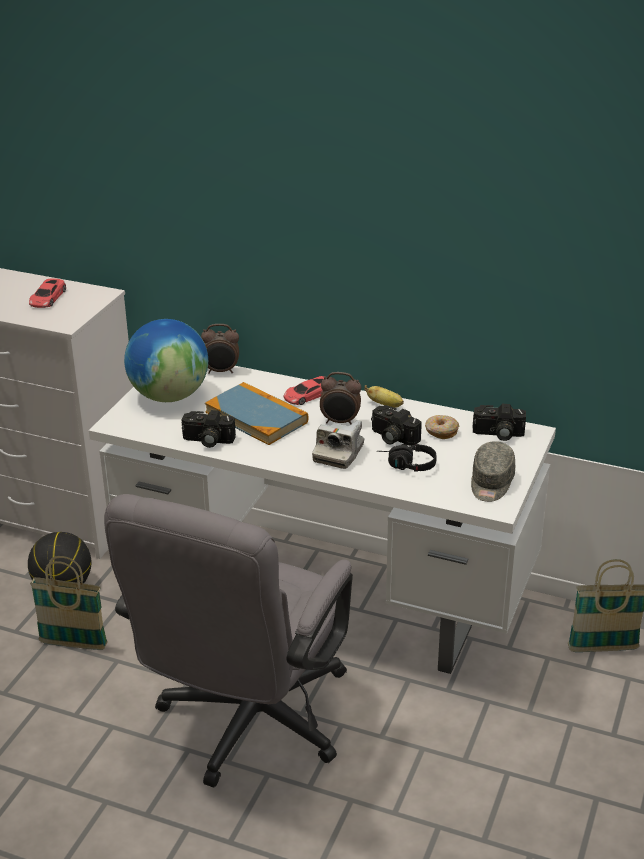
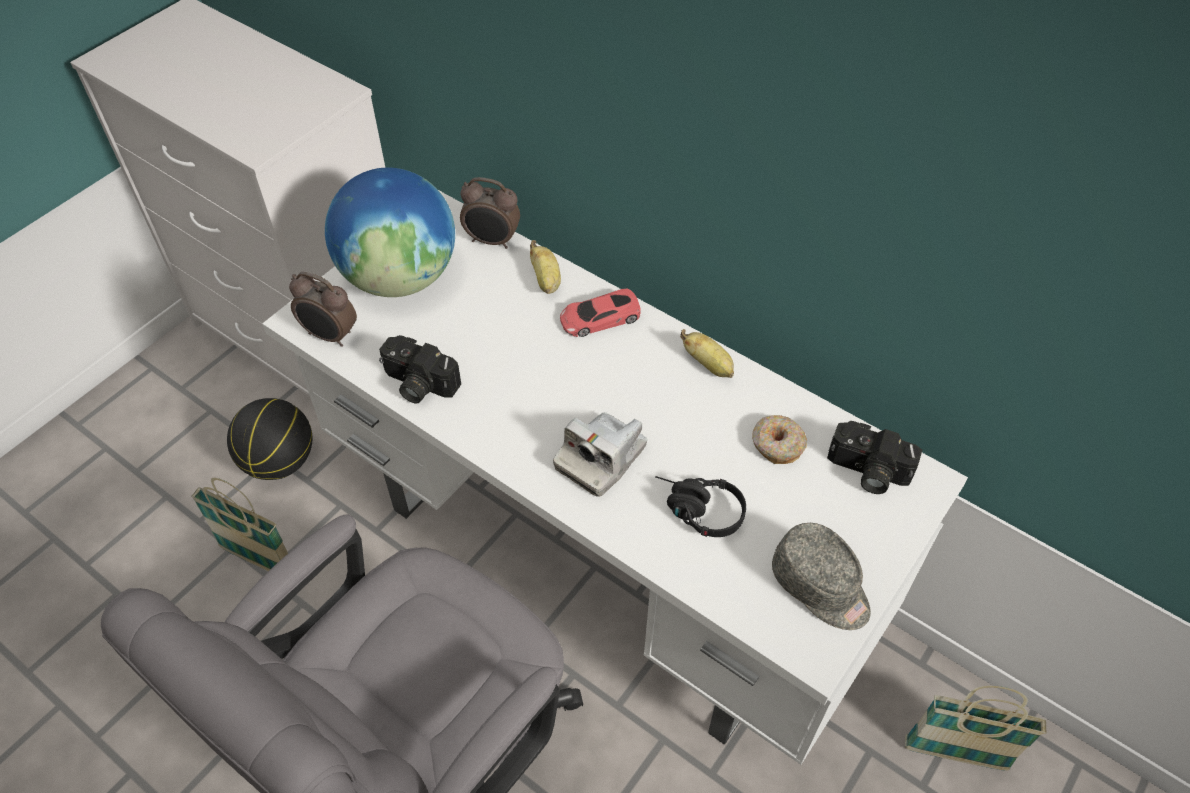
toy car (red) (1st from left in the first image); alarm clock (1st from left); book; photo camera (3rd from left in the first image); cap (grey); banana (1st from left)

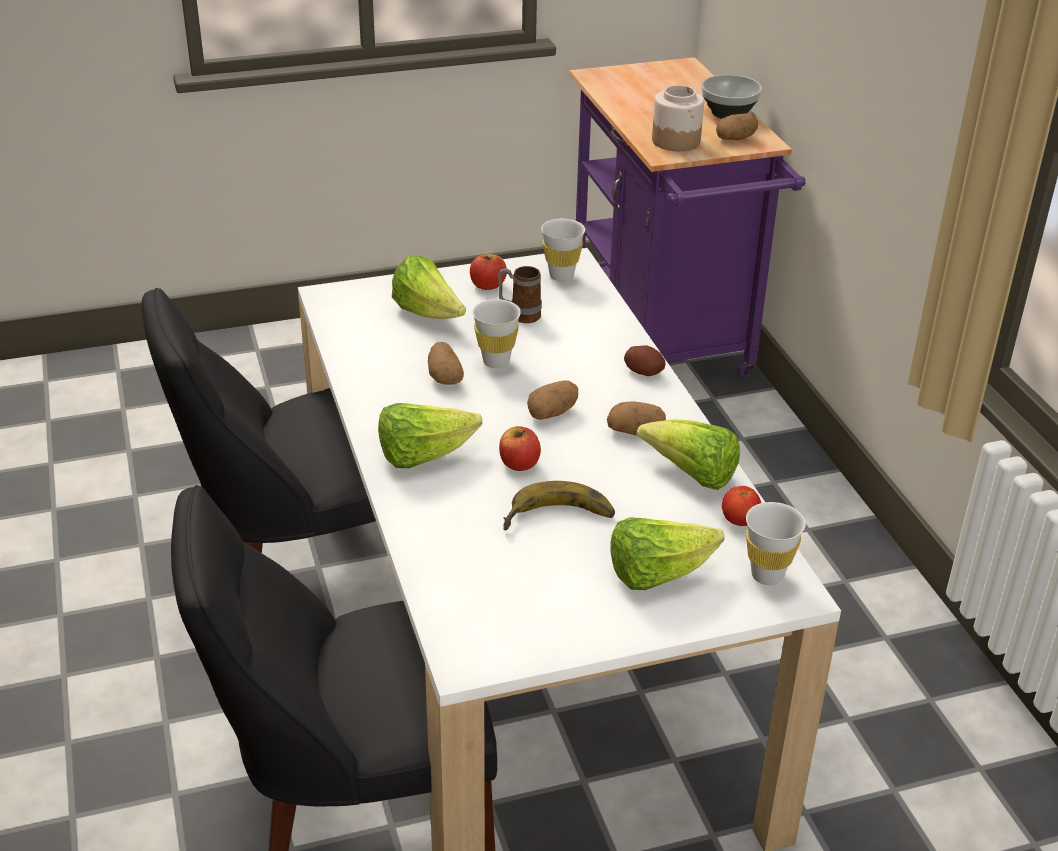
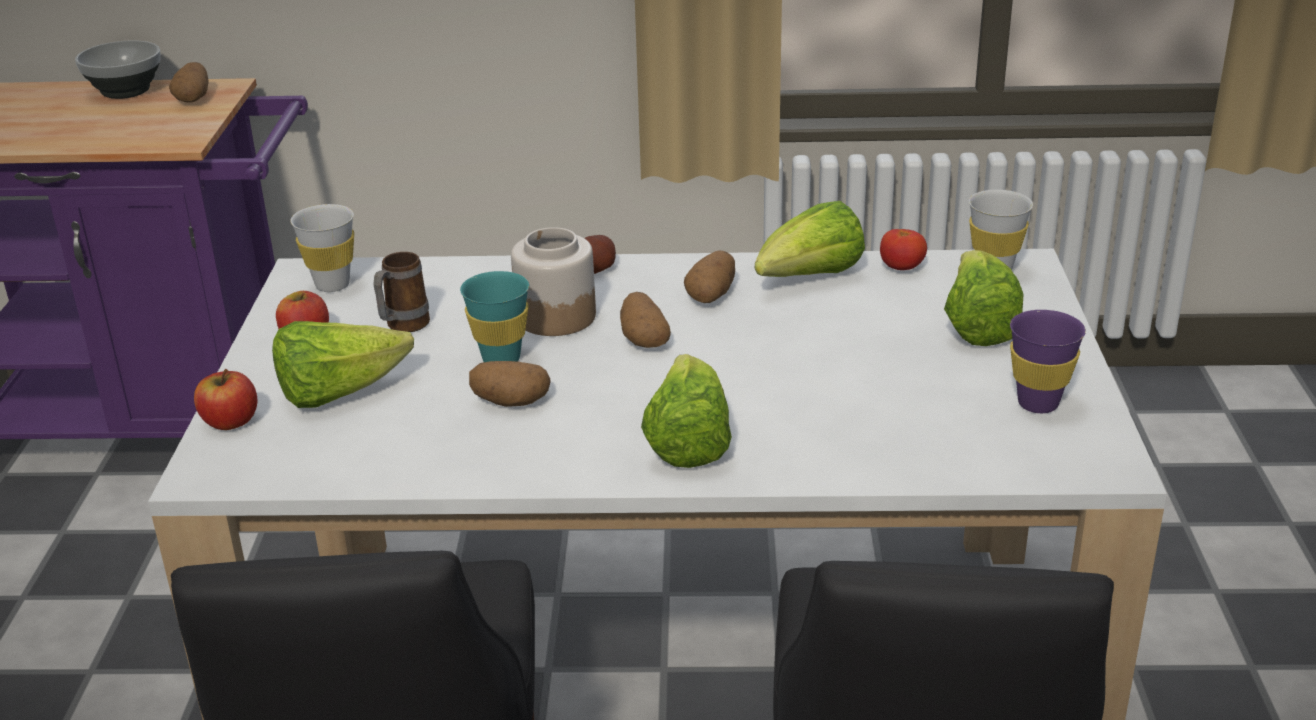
jar; cup (turquoise); apple (1st from left); banana; cup (purple)

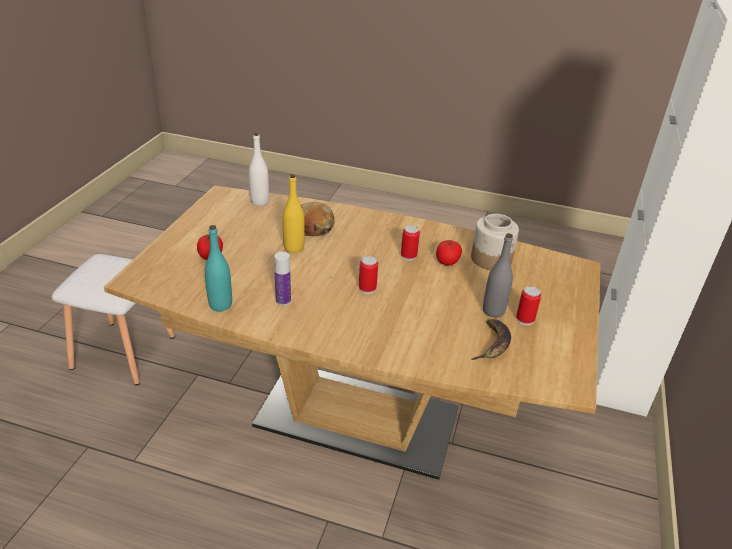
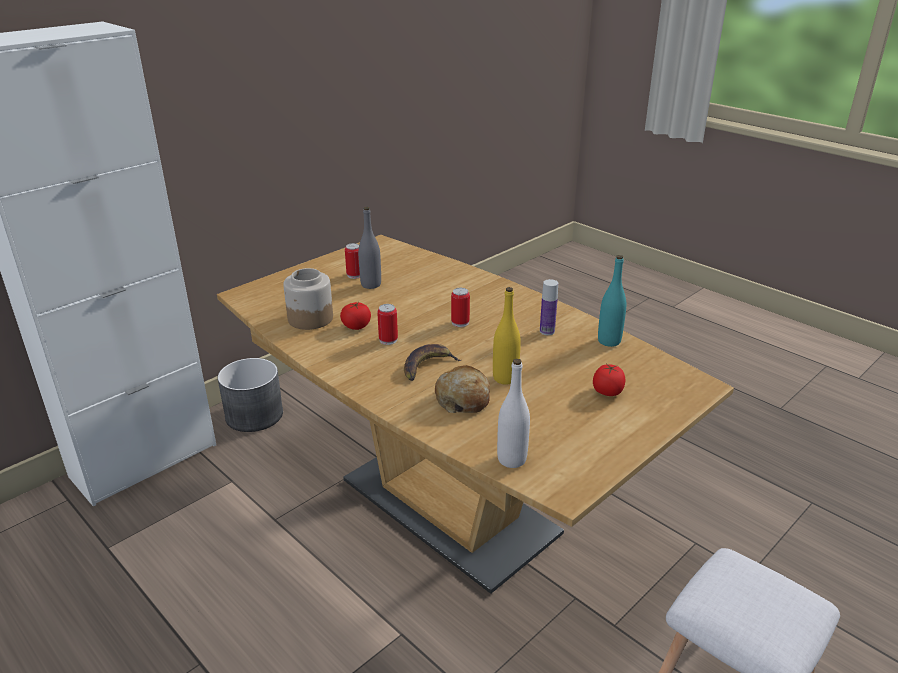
banana; planter (grey)

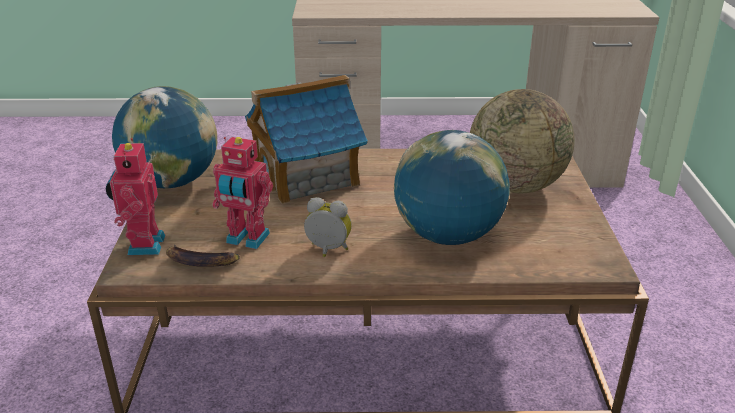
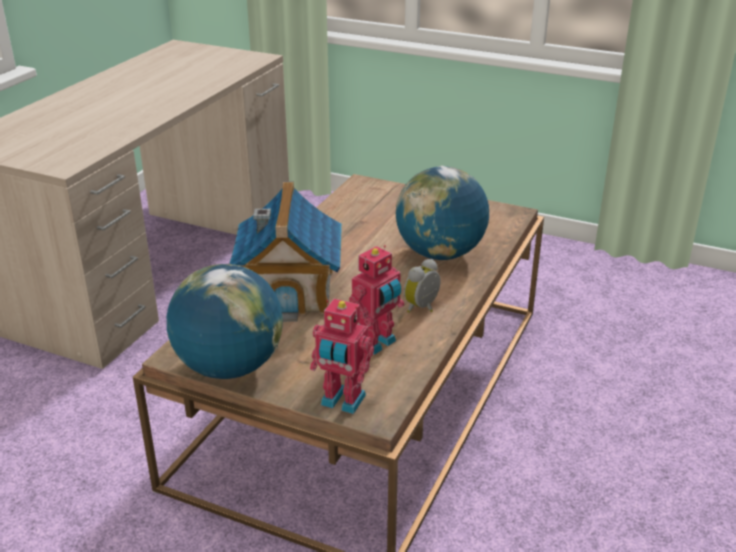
globe (3rd from left in the first image); banana

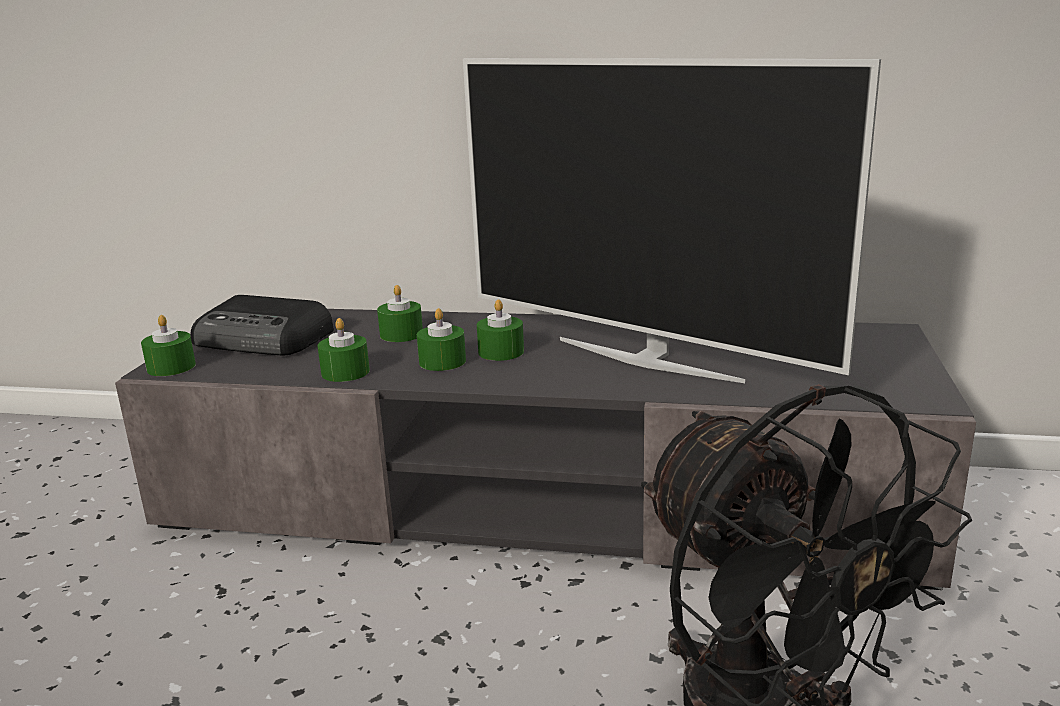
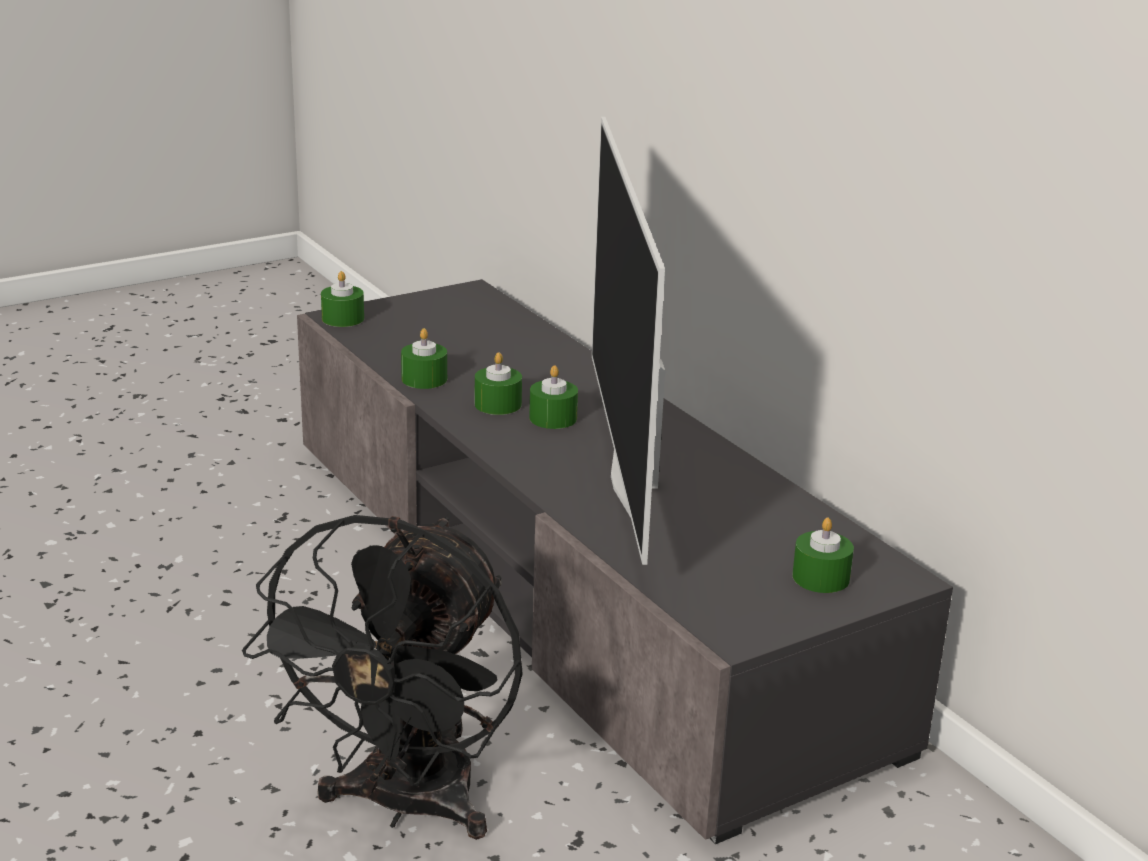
candle (green) (5th from left); radio

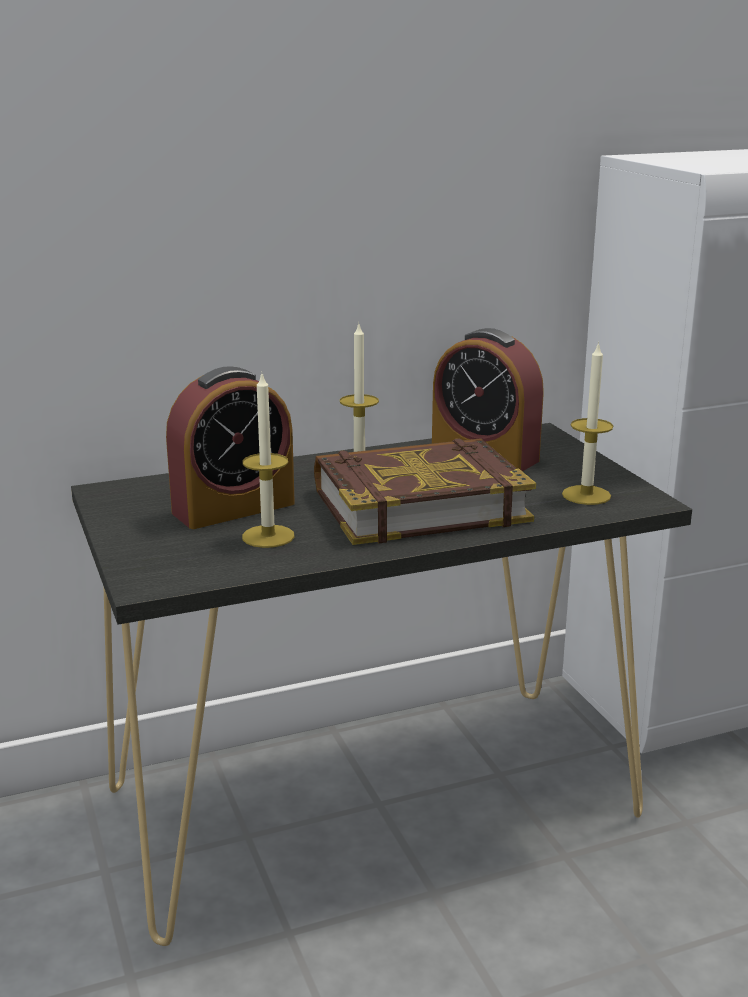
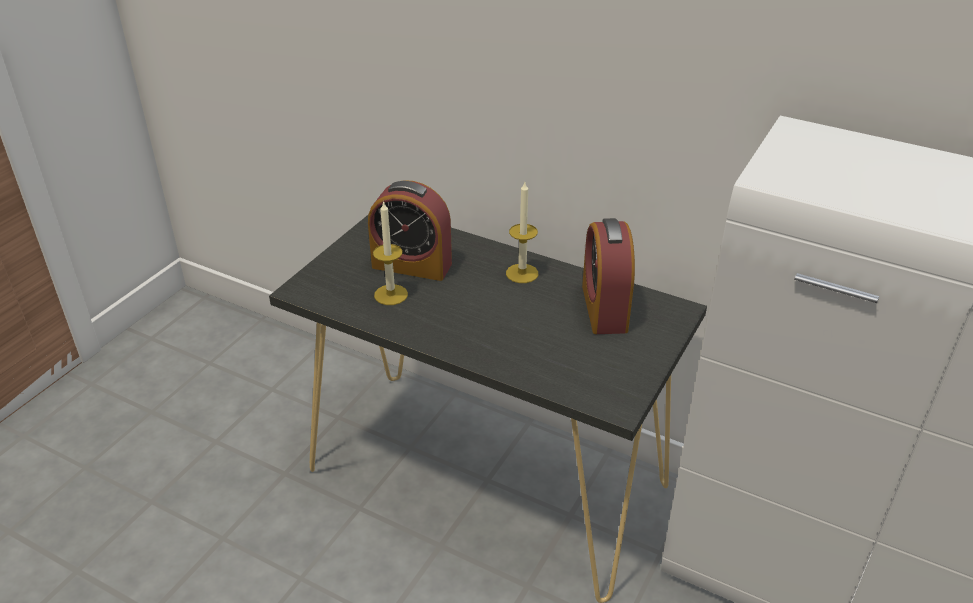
candle (3rd from left in the first image); book

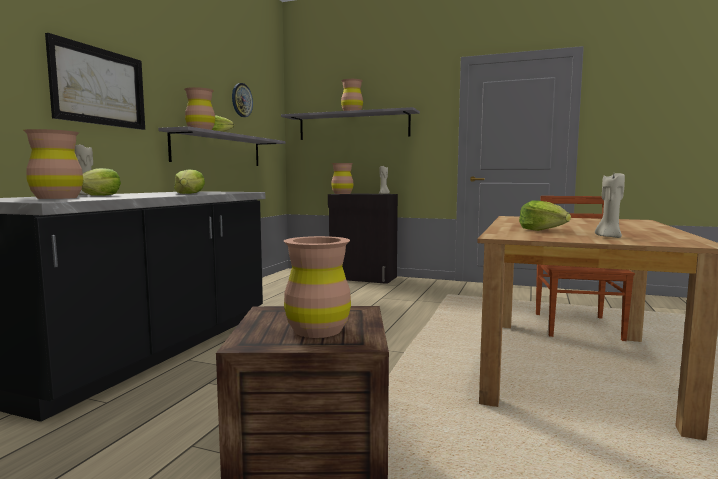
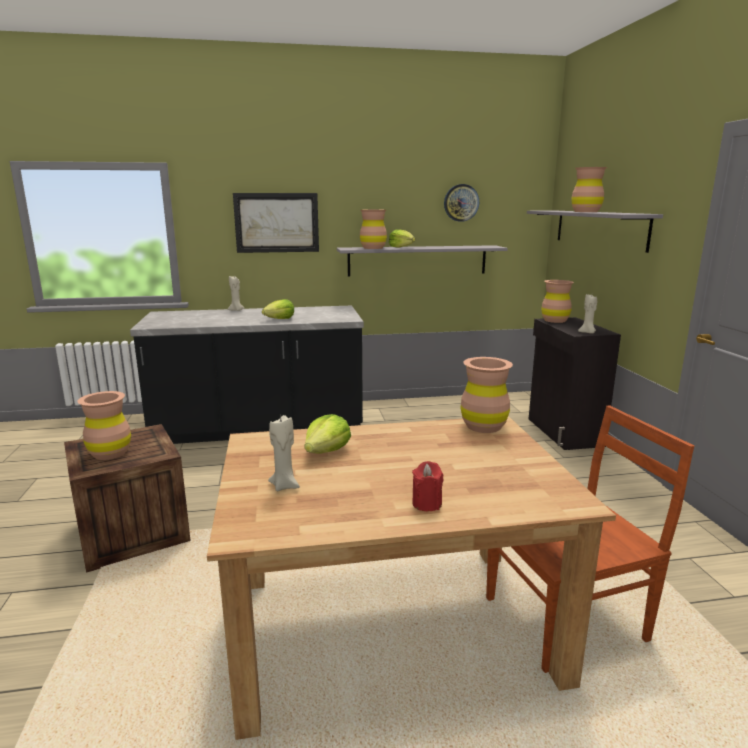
vase (brown) (3rd from left); lettuce (1st from left in the first image); candle (red)

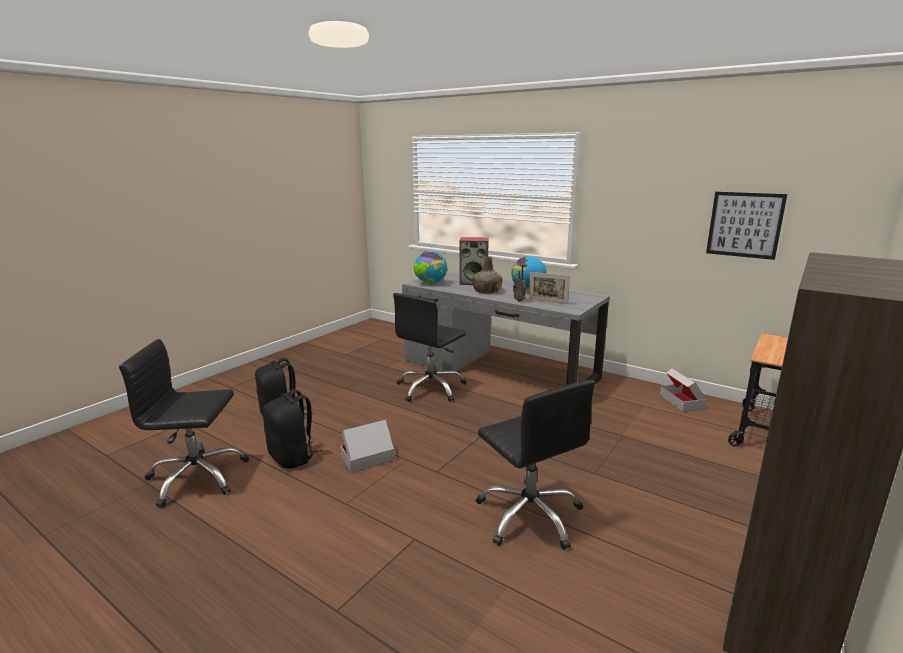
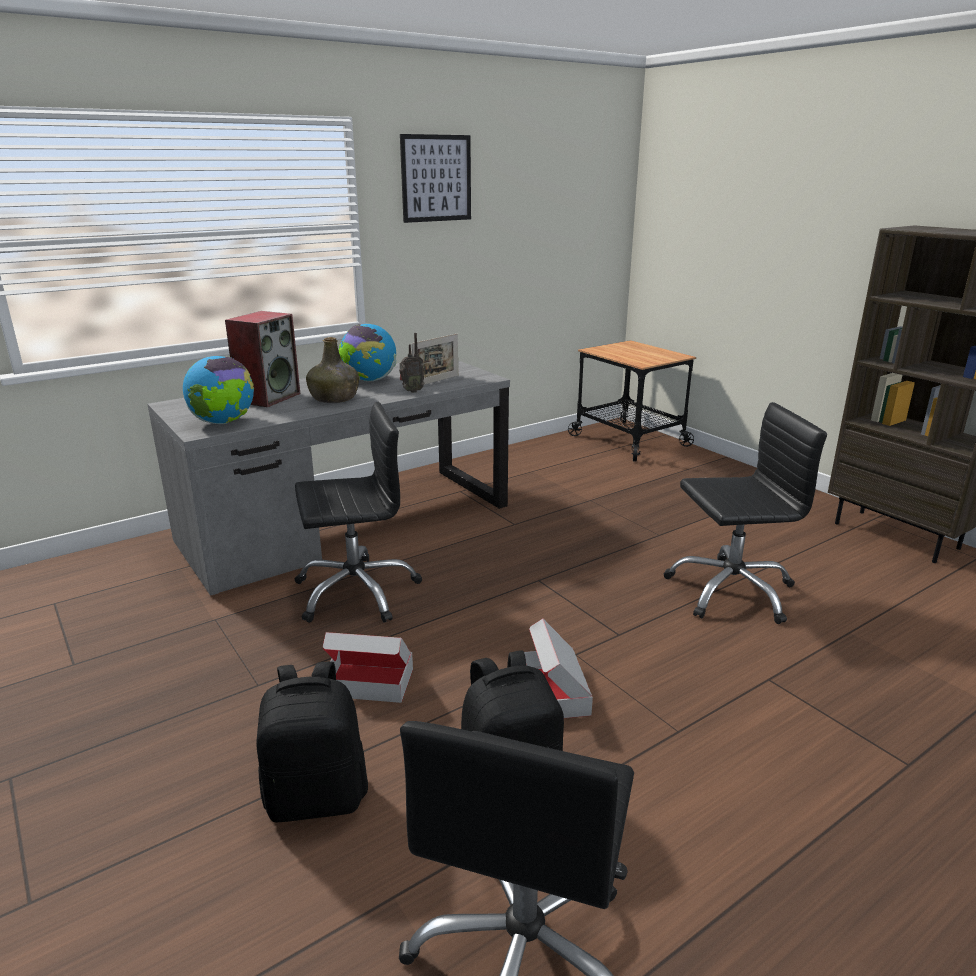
picture; office chair (black) (1st from left); cardboard box (1st from left)

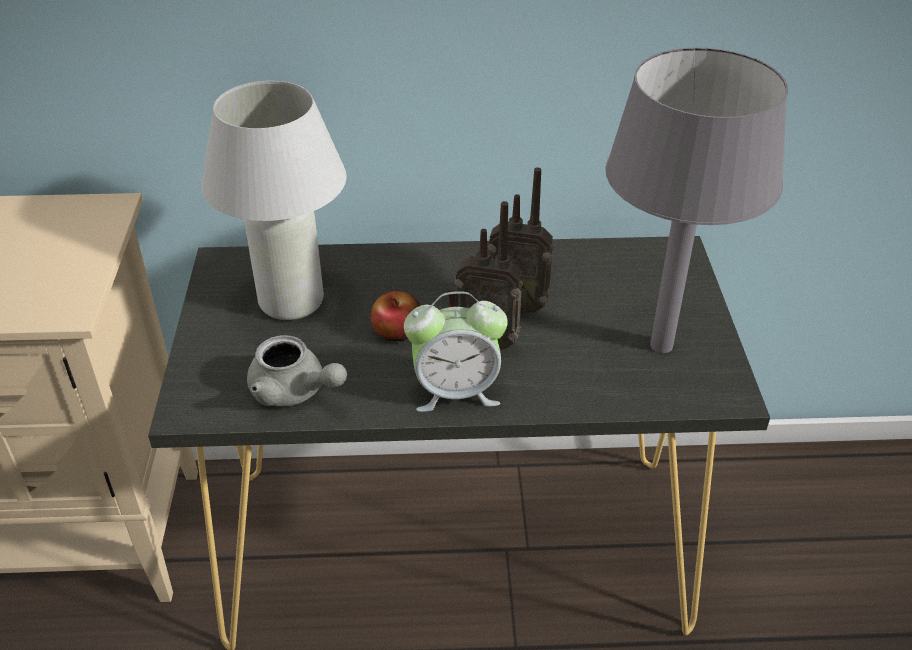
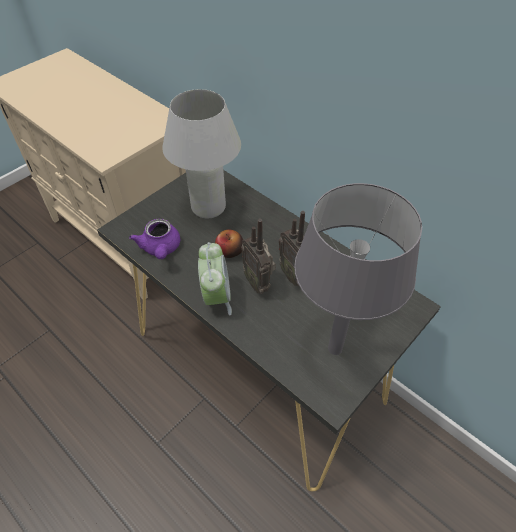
alarm clock; teapot (purple)

